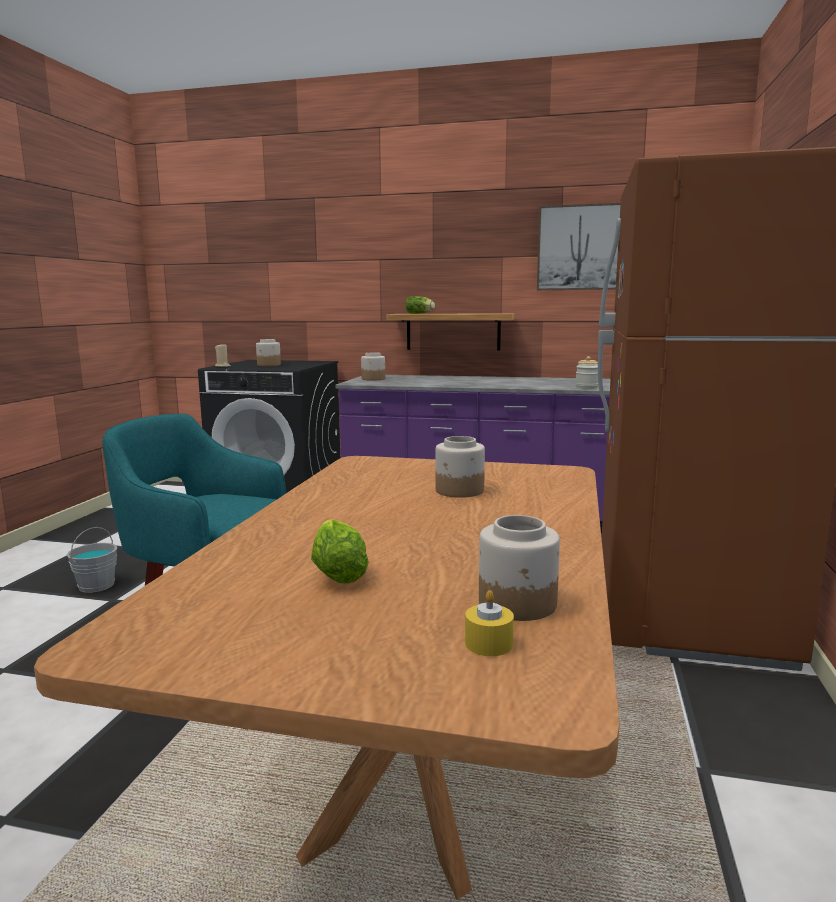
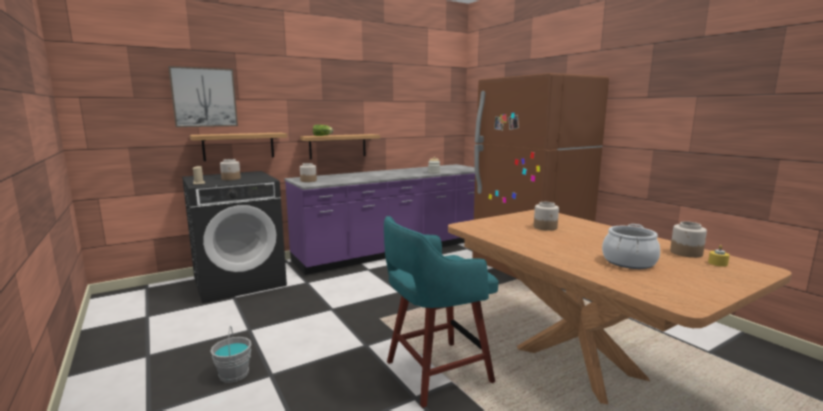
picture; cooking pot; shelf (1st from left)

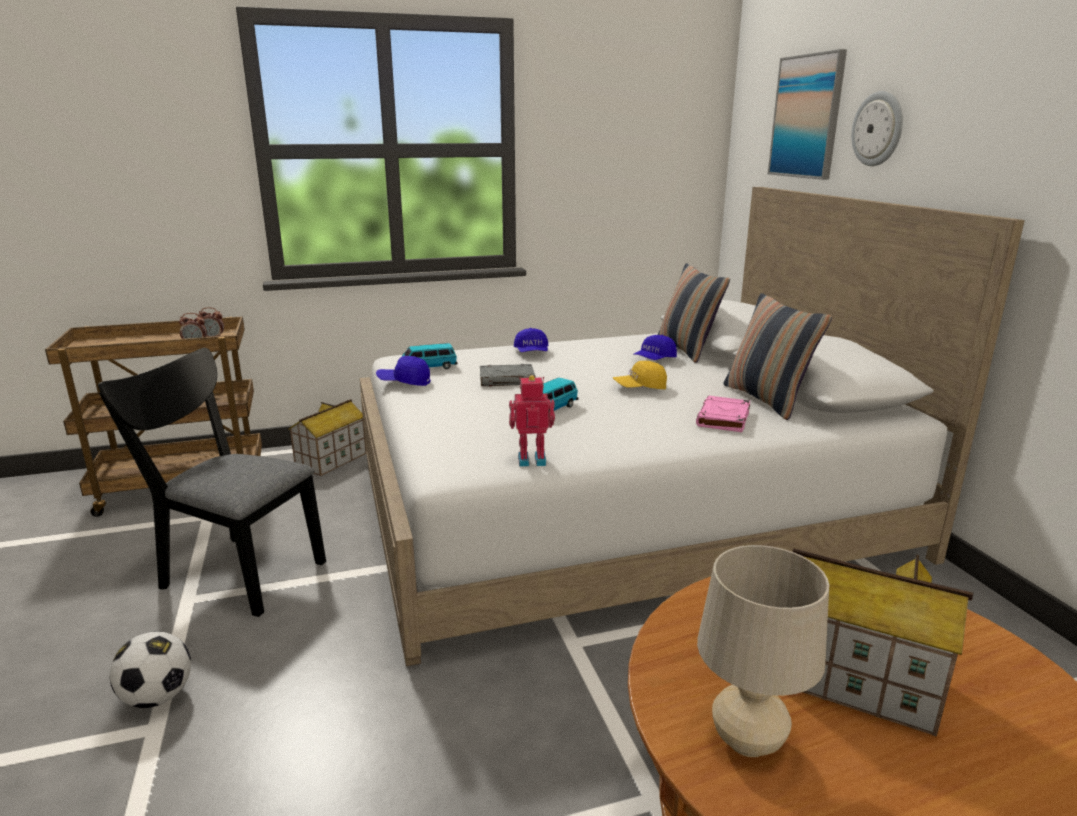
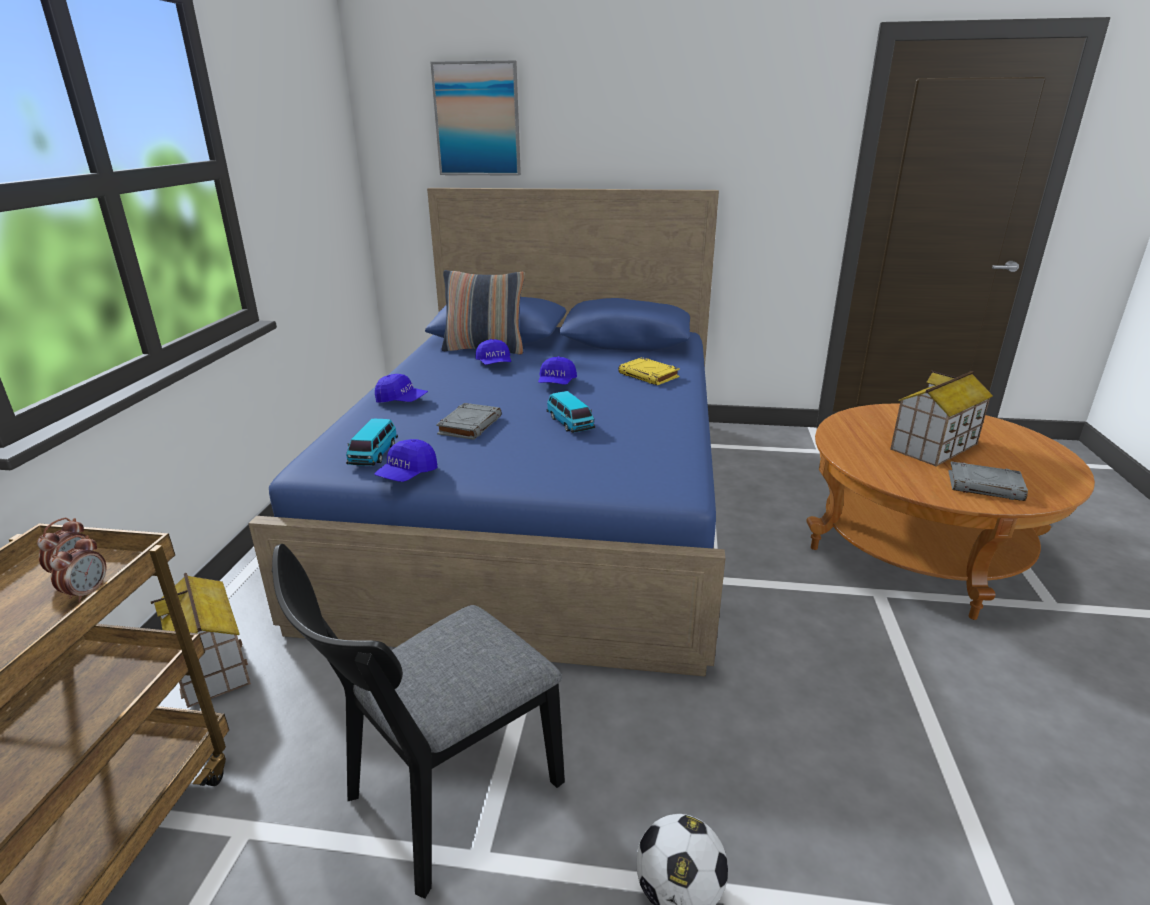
wall clock; bed (blue); pillow (2nd from left in the first image); cap (blue) (4th from left); toy robot; book (yellow); book (grey) (2nd from left)

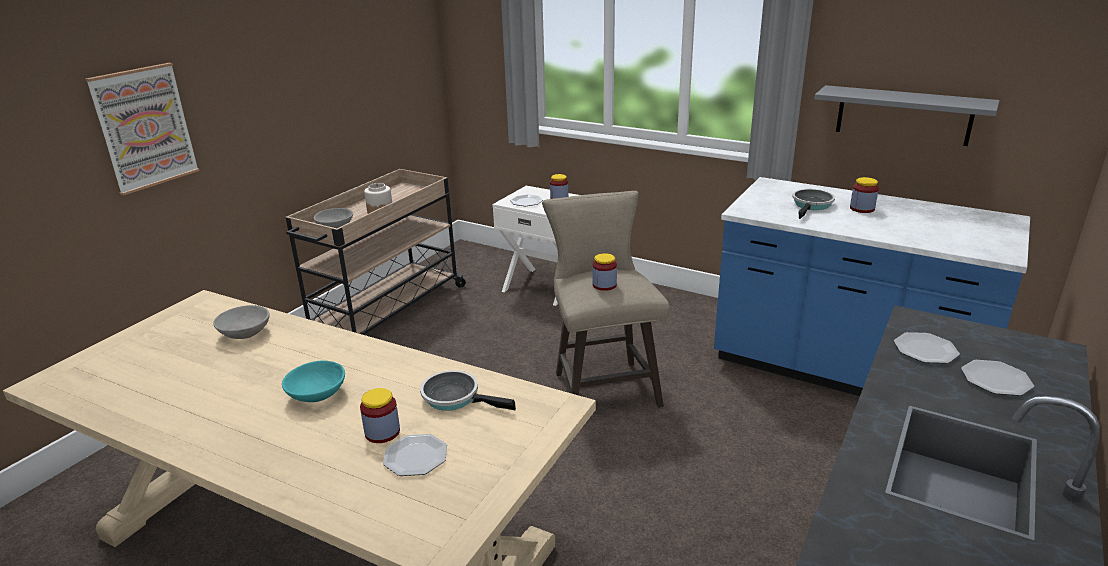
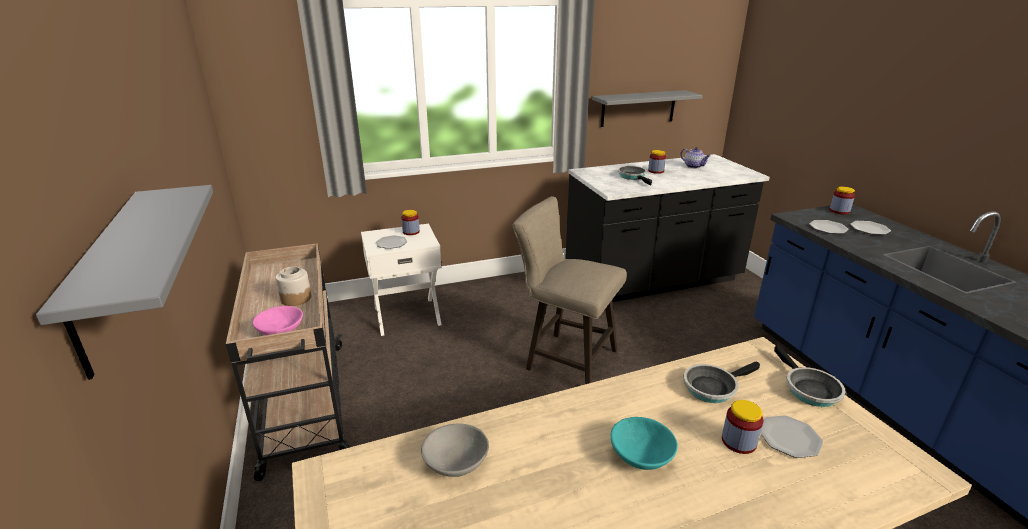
shelf (grey) (1st from left); counter (black); bowl (pink); jar (5th from left); teapot; frying pan (3rd from left)

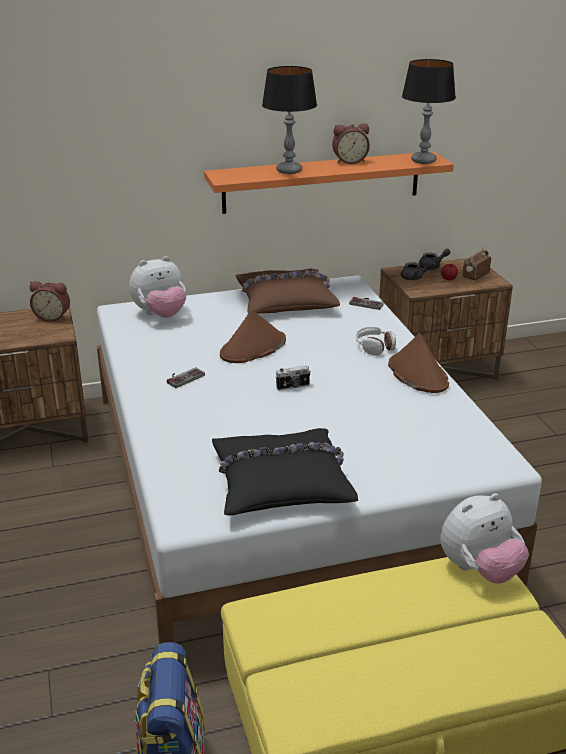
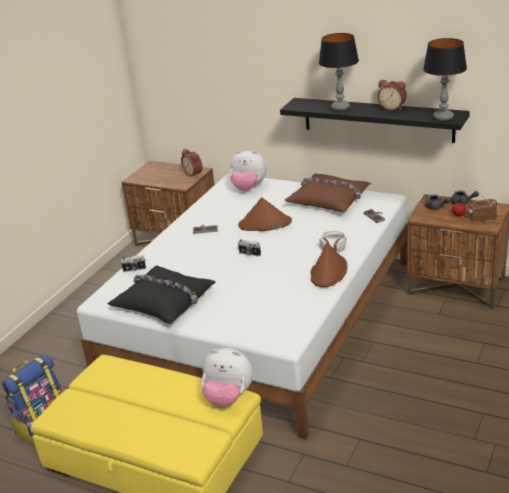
shelf (black); photo camera (1st from left)

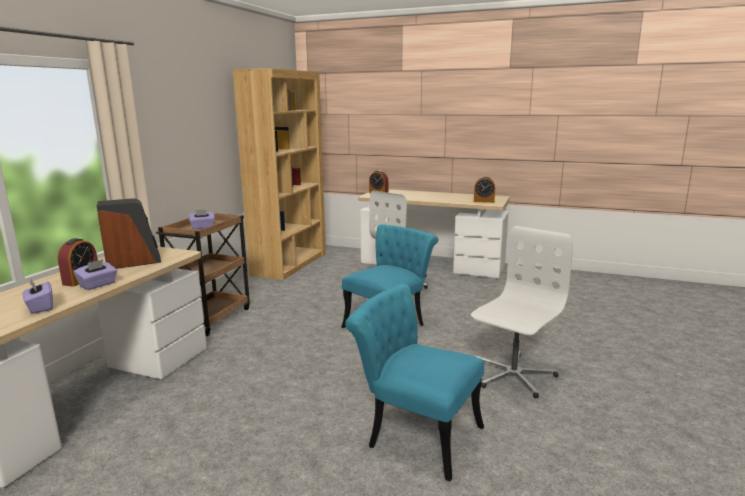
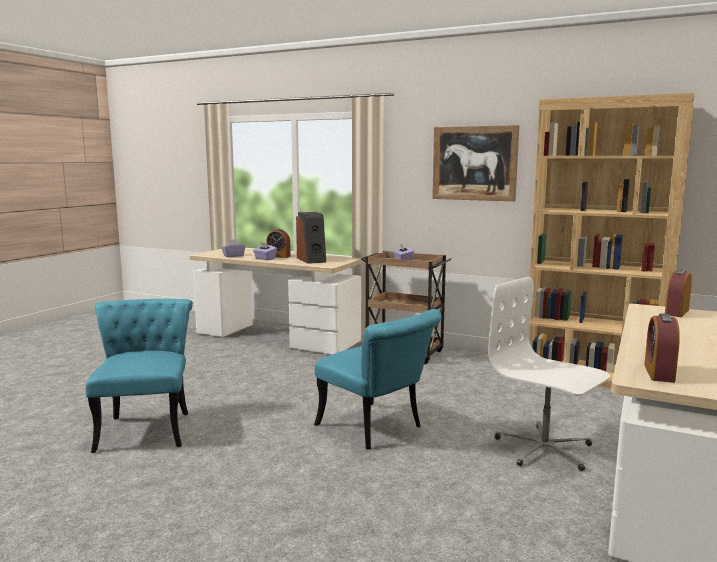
office chair (white) (2nd from left in the first image); chair (turquoise) (1st from left); picture

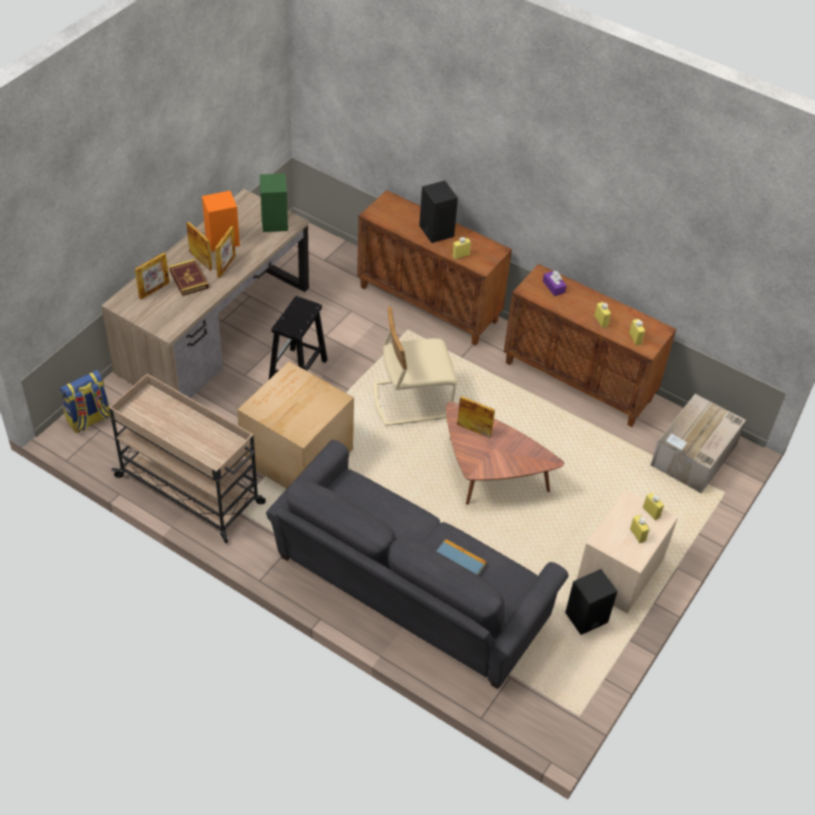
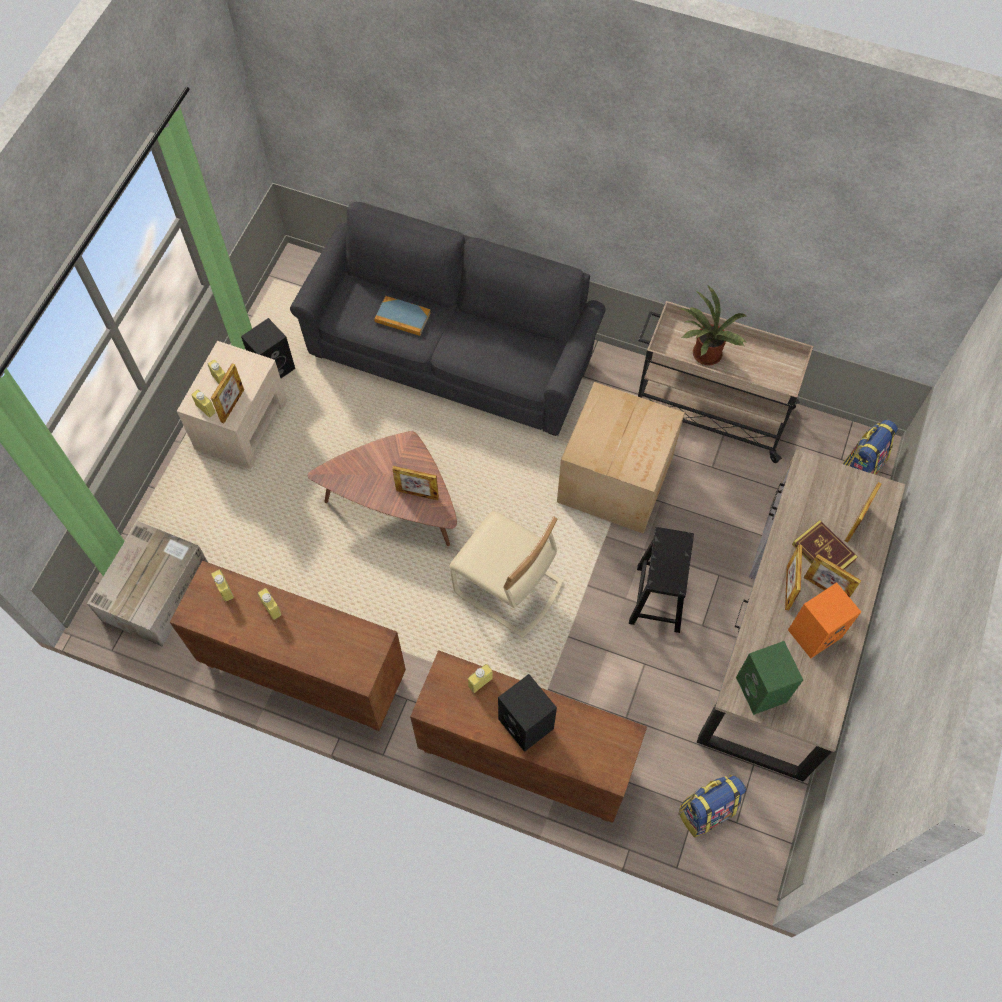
tissue box (purple); chair (beige); potted plant; picture frame (1st from left); backpack (1st from left)

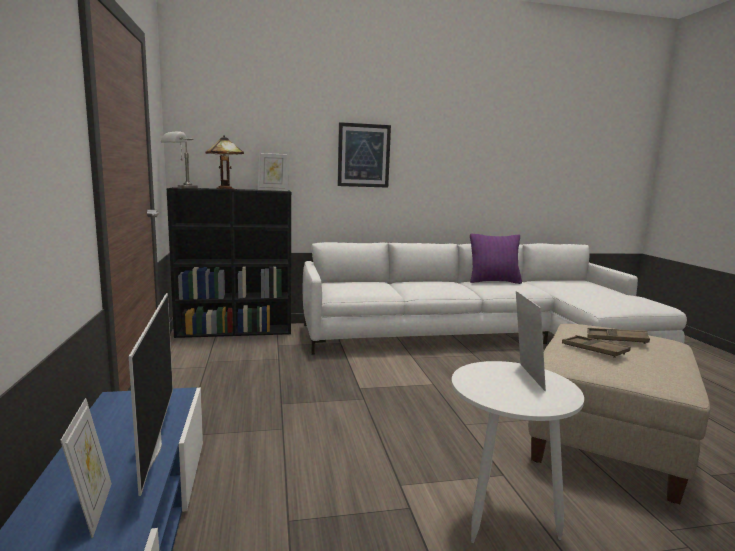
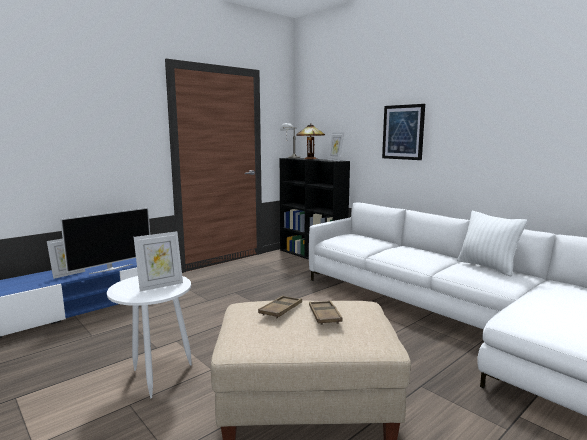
pillow (white)

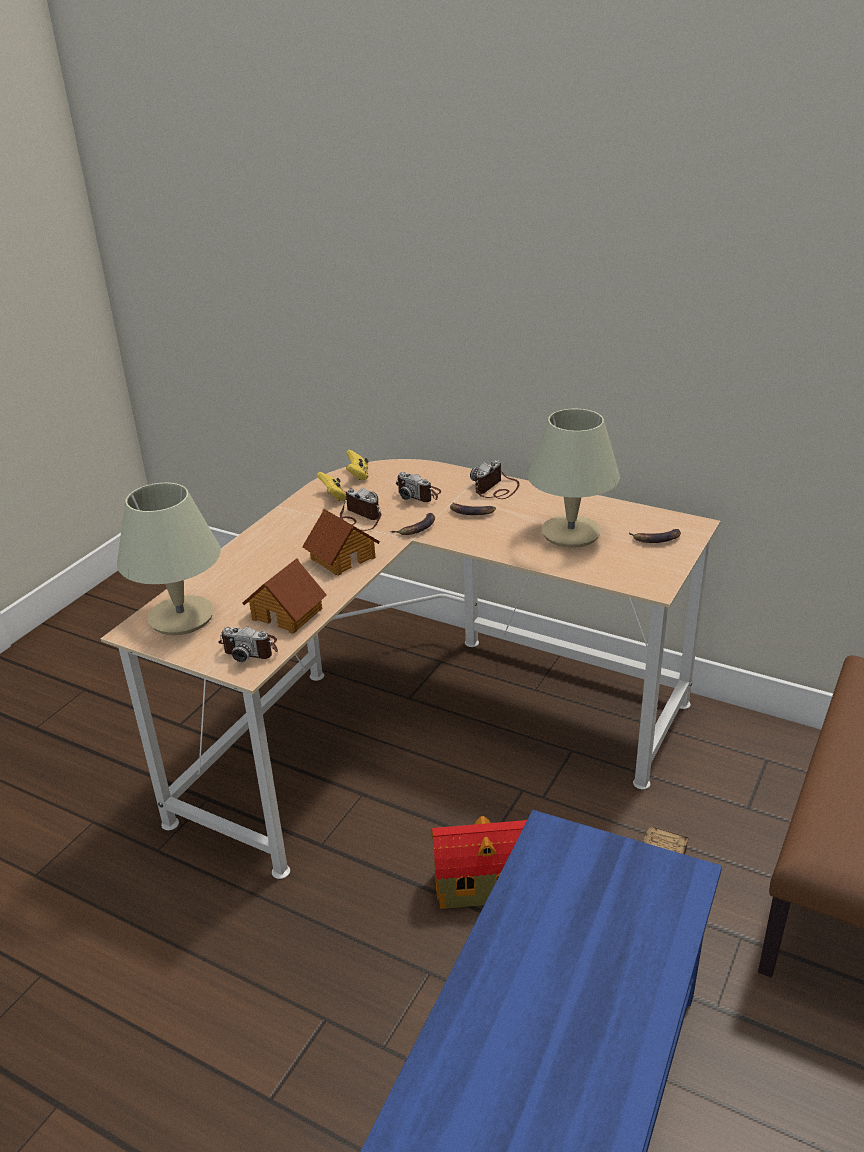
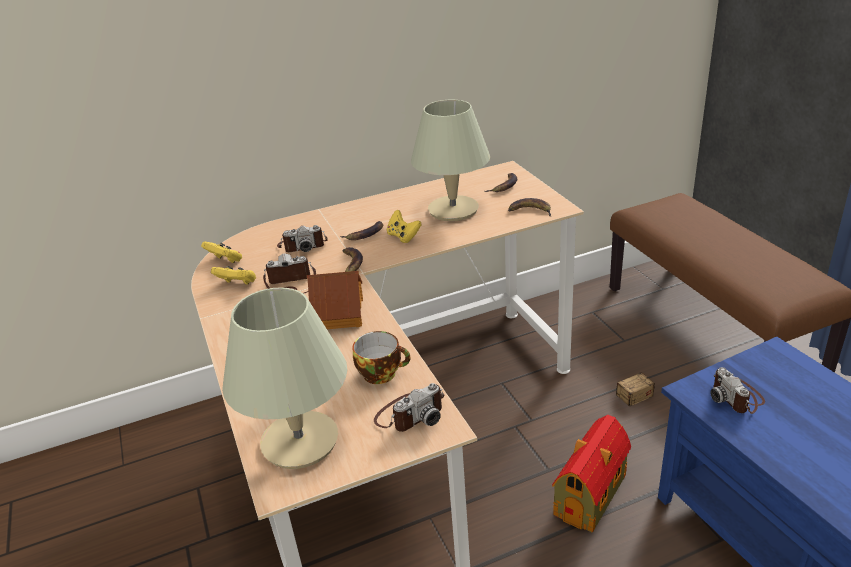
photo camera (4th from left); cup; banana (4th from left); game controller (yellow) (3rd from left)

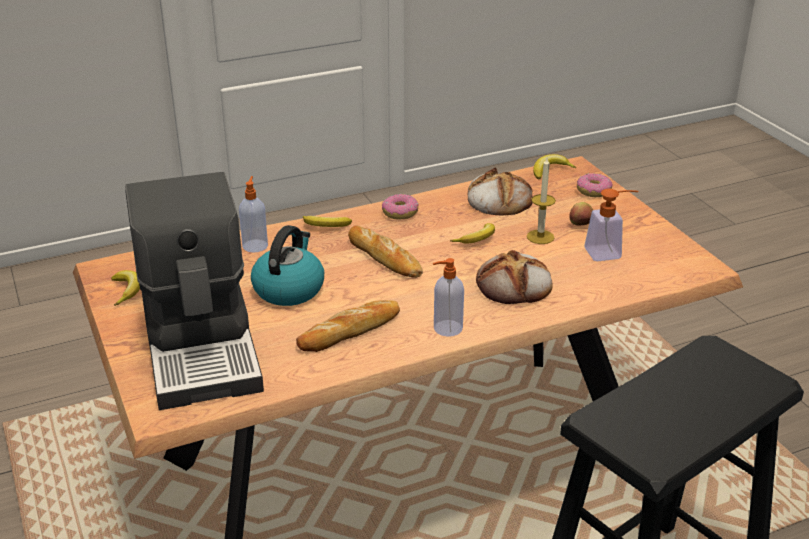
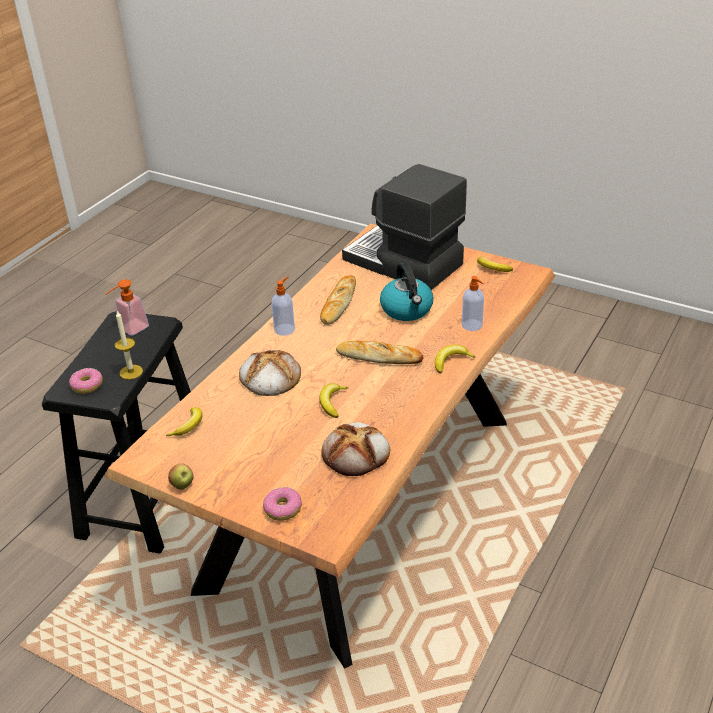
banana (1st from left); candle; soap dispenser (1st from left); donut (1st from left); apple

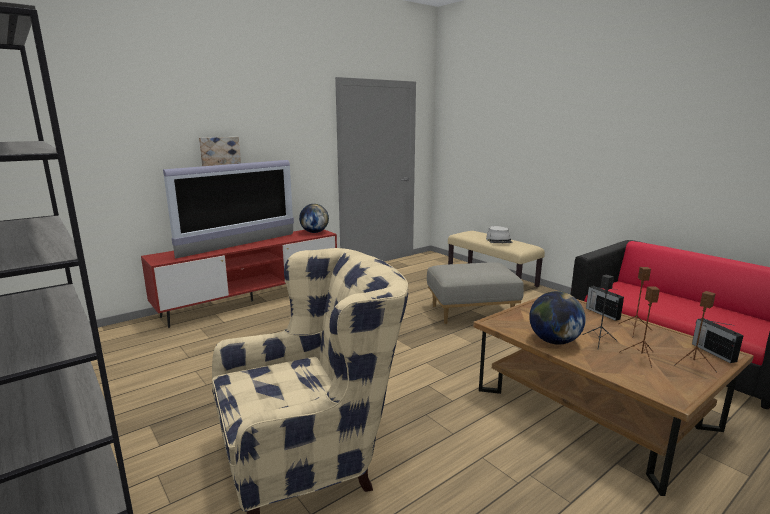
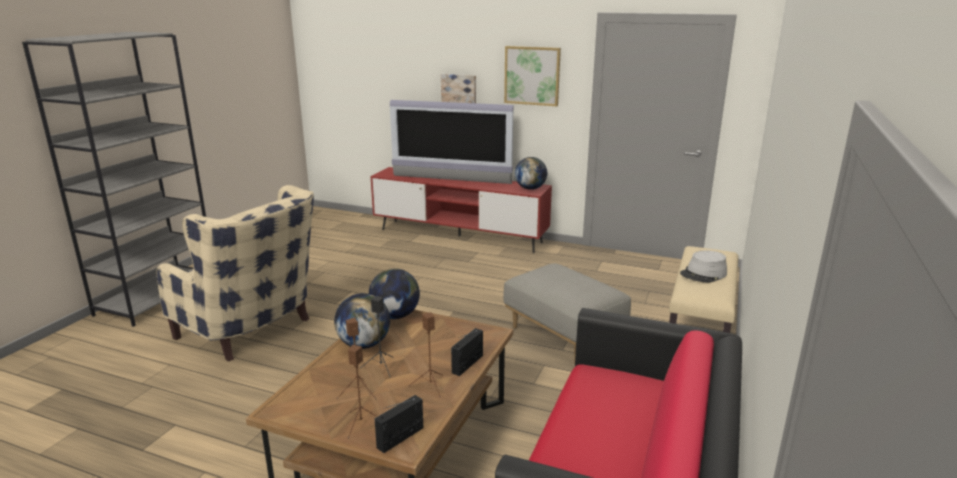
picture (2nd from left); globe (2nd from left)

